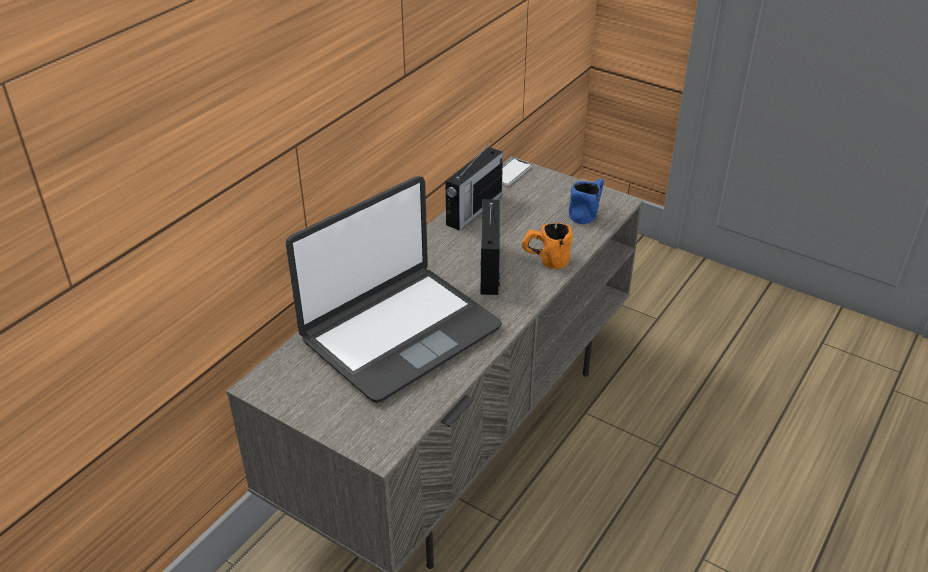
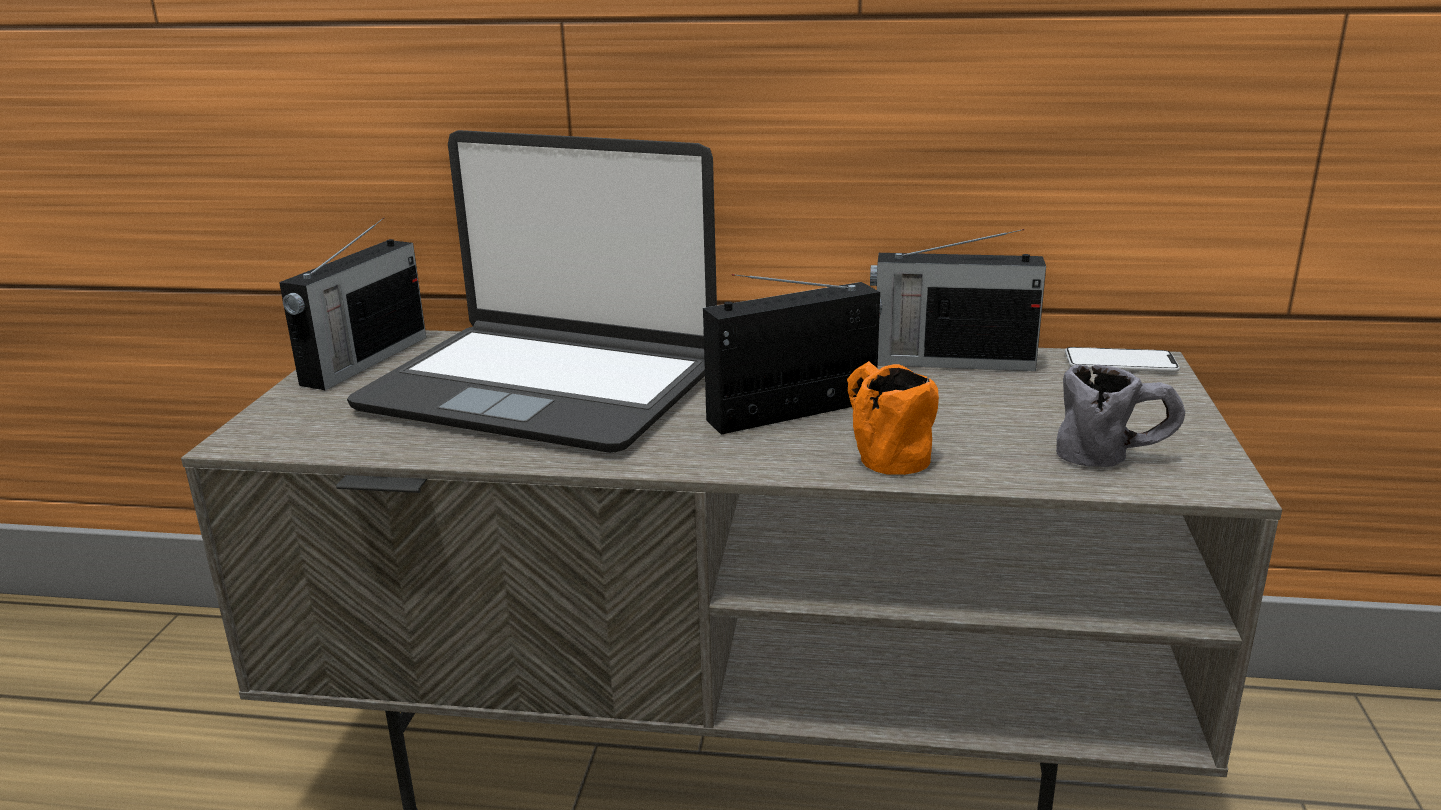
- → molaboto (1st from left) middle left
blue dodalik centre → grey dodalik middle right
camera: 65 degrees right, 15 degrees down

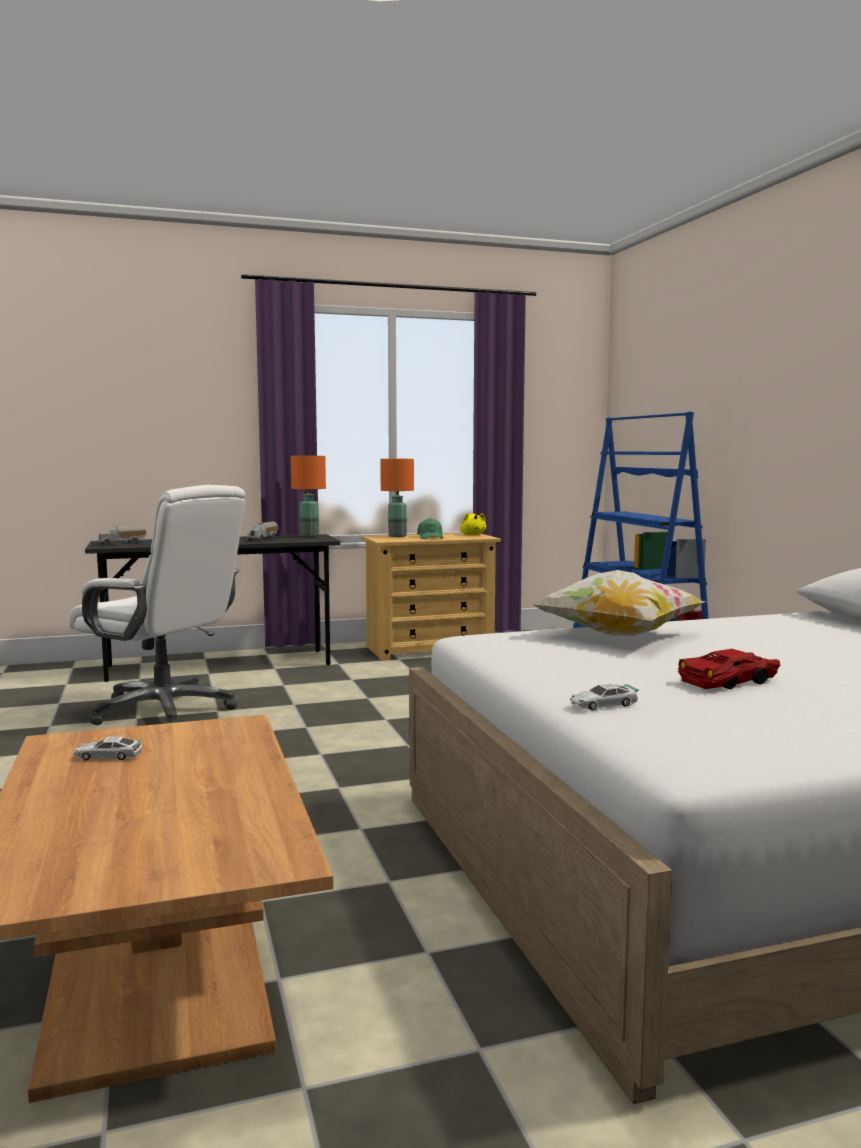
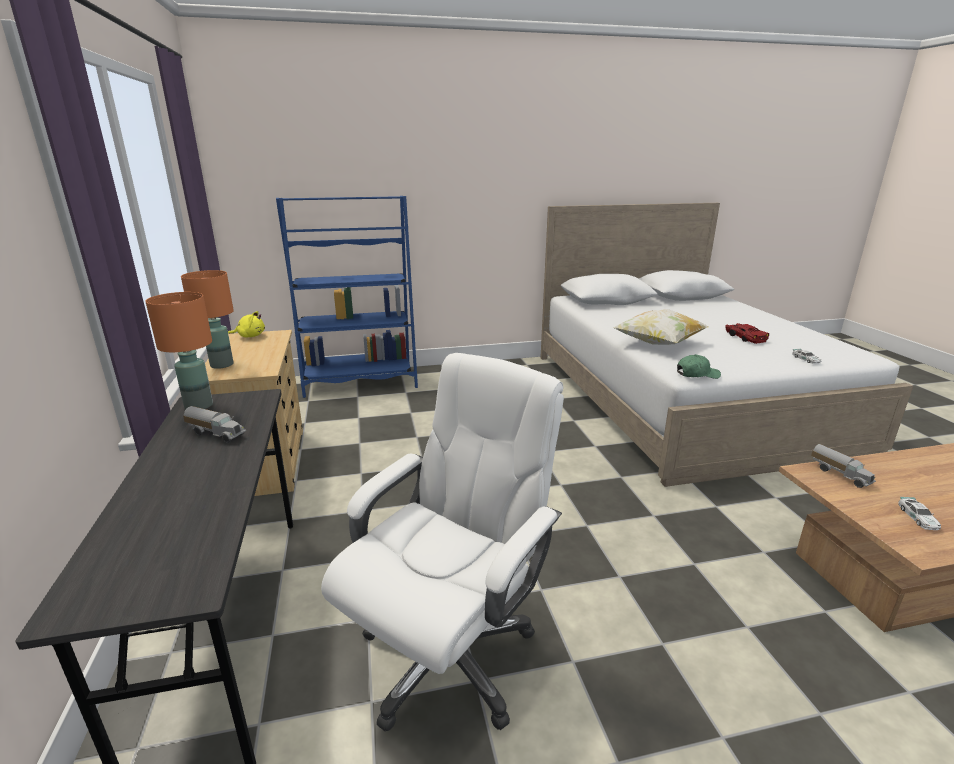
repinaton (1st from left in the first image) middle left → repinaton (2nd from left) middle right, move
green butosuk centre → green butosuk middle right, move
camera: 85 degrees left, 15 degrees up

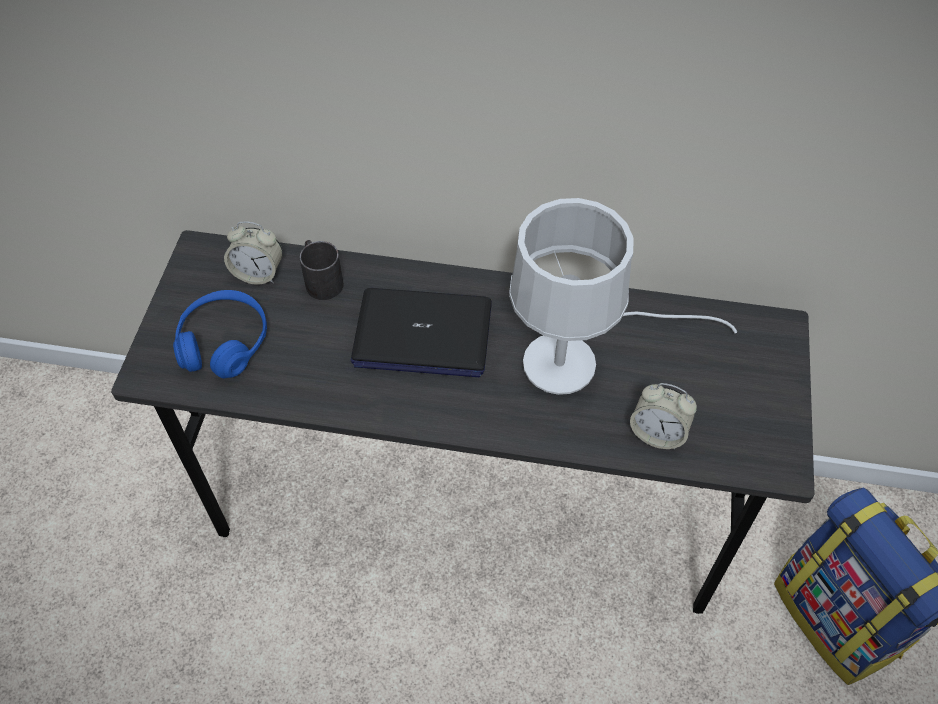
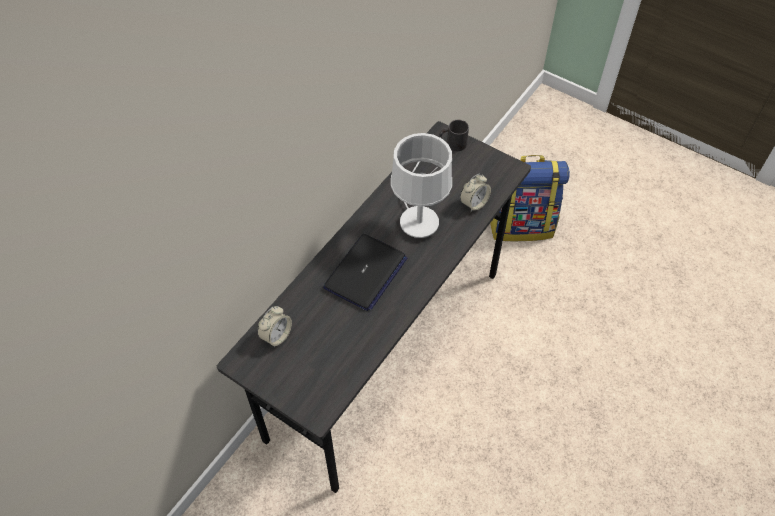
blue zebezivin middle left → -
black dodalik centre → black dodalik top centre, move
camera: 65 degrees left, 0 degrees up

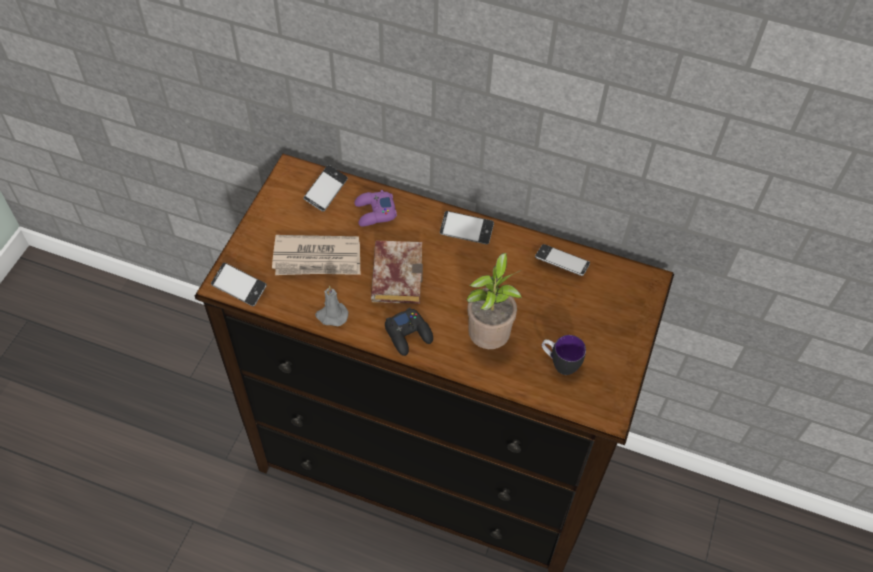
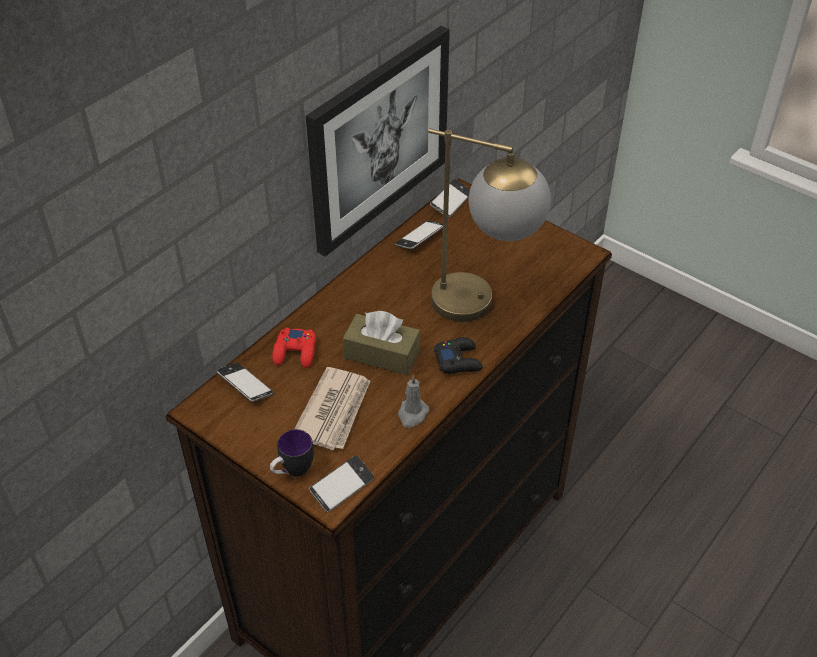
- → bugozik top centre
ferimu (3rd from left in the first image) centre → ferimu (4th from left) top centre, move
dodalik centre → dodalik bottom centre, move
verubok centre → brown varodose centre
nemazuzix centre → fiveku centre
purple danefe centre → red danefe centre
camera: 70 degrees left, 10 degrees down

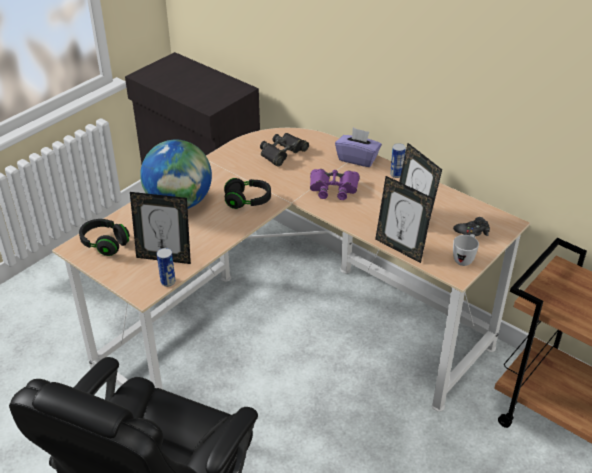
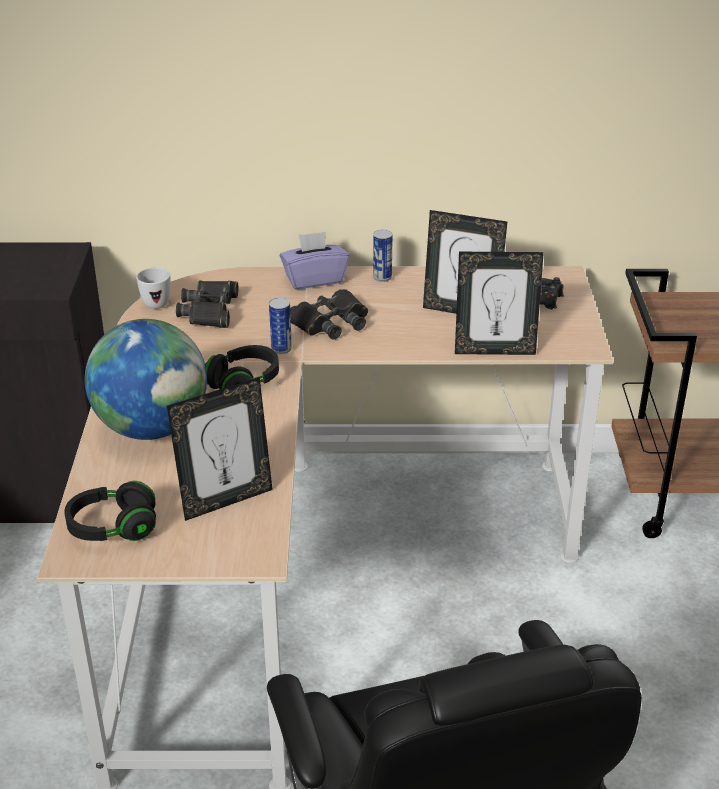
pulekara (1st from left) middle left → pulekara (1st from left) centre, move
white dodalik middle right → white dodalik middle left, move
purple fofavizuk centre → black fofavizuk (2nd from left) centre
camera: 40 degrees left, 5 degrees down

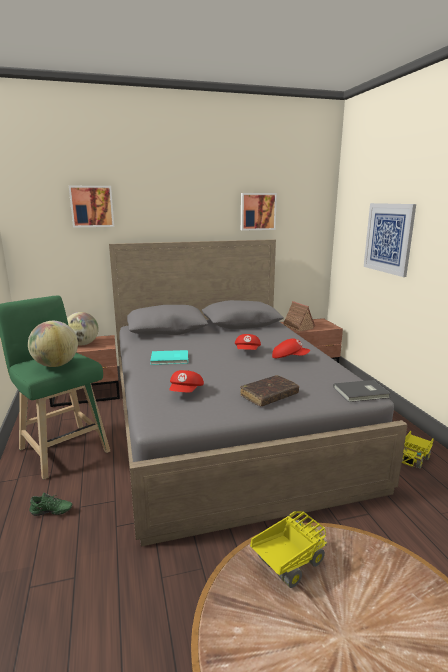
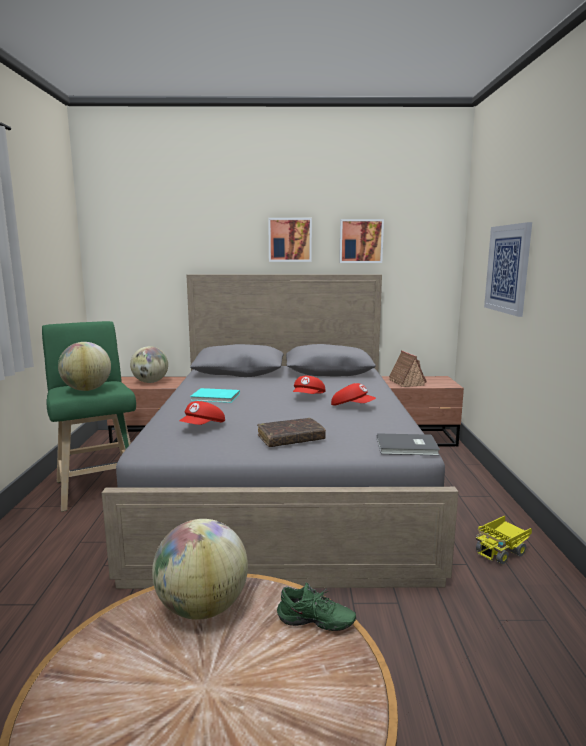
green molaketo bottom left → green molaketo bottom centre, move
bugozik (1st from left) top left → bugozik (1st from left) top centre, move
repinaton (1st from left) bottom centre → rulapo (3rd from left) bottom centre
camera: 15 degrees right, 5 degrees down

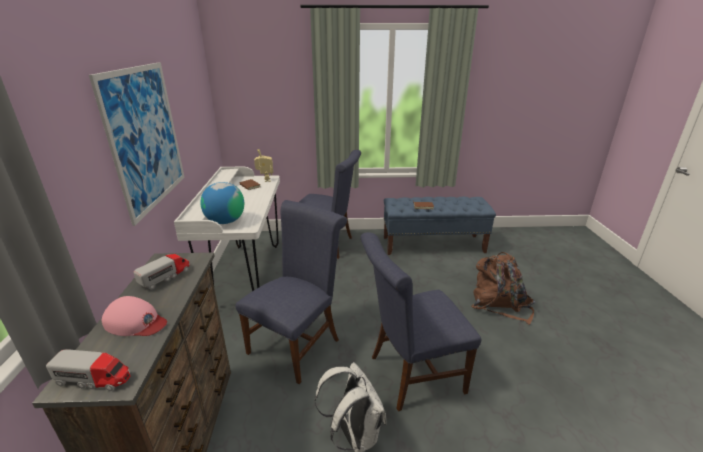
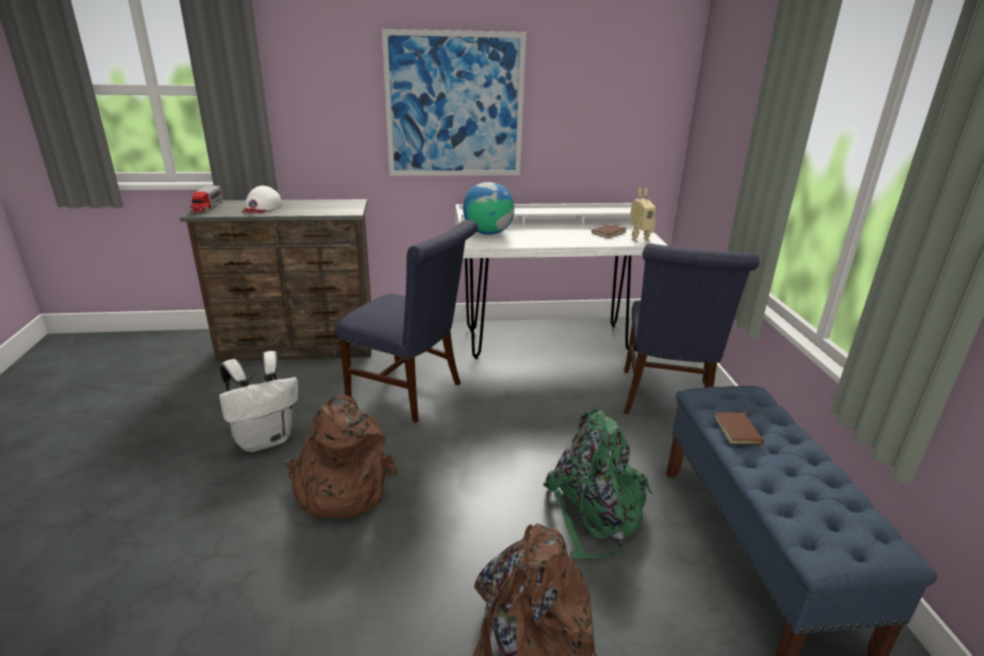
repinaton (2nd from left) middle left → -
- → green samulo bottom centre
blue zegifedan (3rd from left) bottom centre → brown samulo (1st from left) bottom centre
pink butosuk bottom left → white butosuk top left
camera: 85 degrees right, 0 degrees up

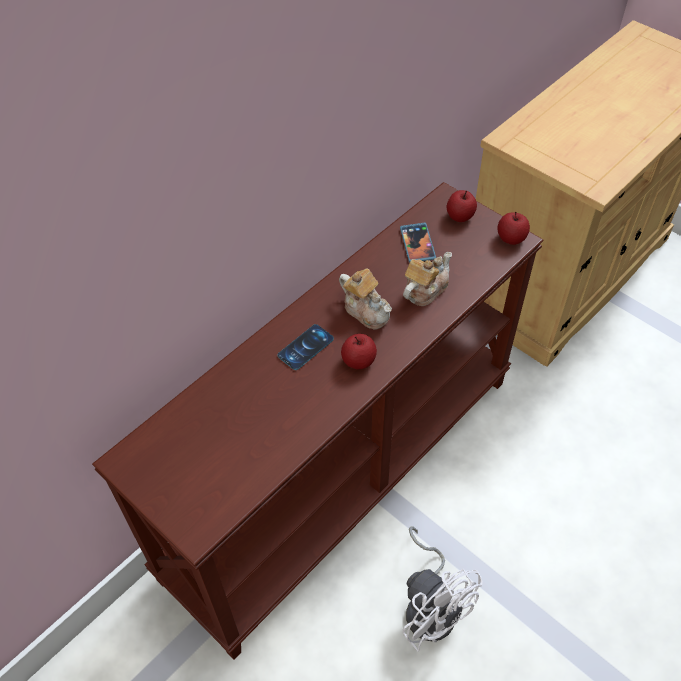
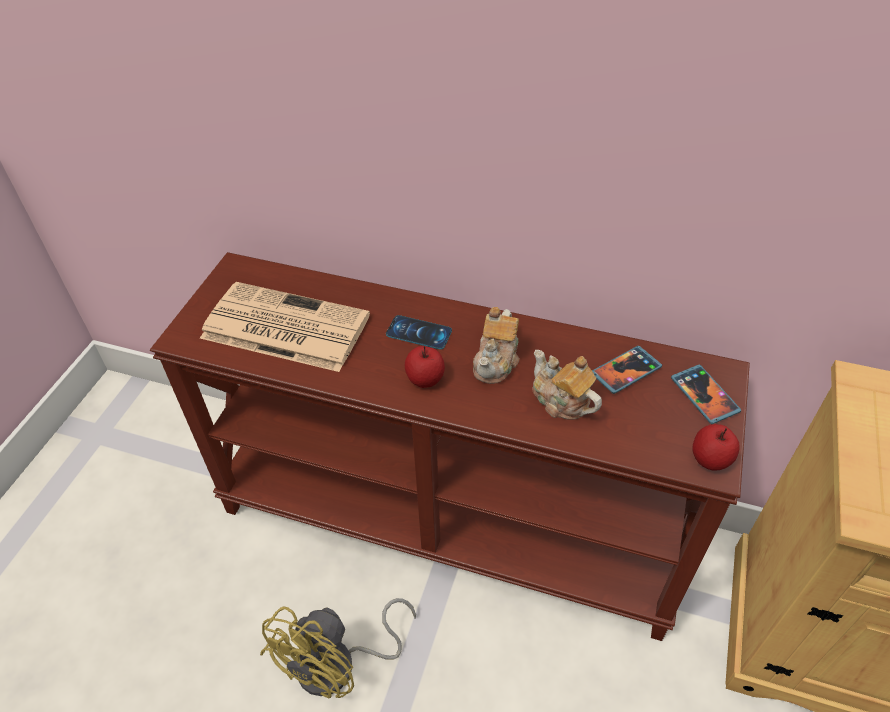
- → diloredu middle left
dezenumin (2nd from left) top right → ferimu (3rd from left) middle right
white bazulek bottom centre → yellow bazulek bottom centre
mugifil (2nd from left) centre, 150 degrees counterclockwise
camera: 65 degrees right, 5 degrees down

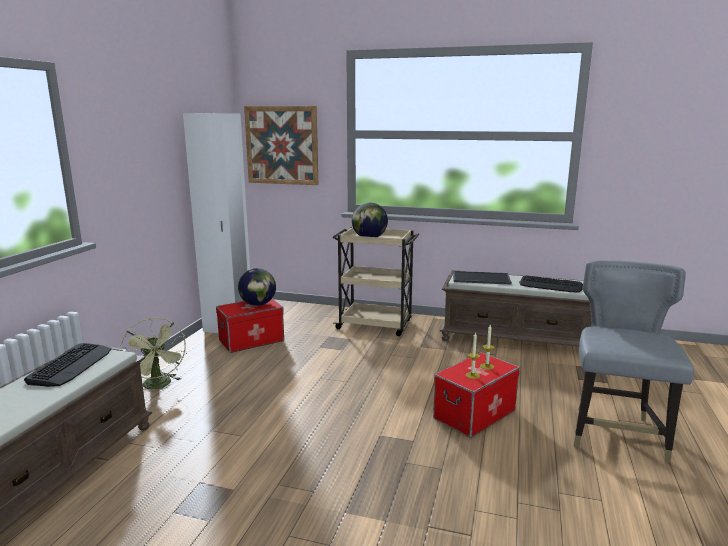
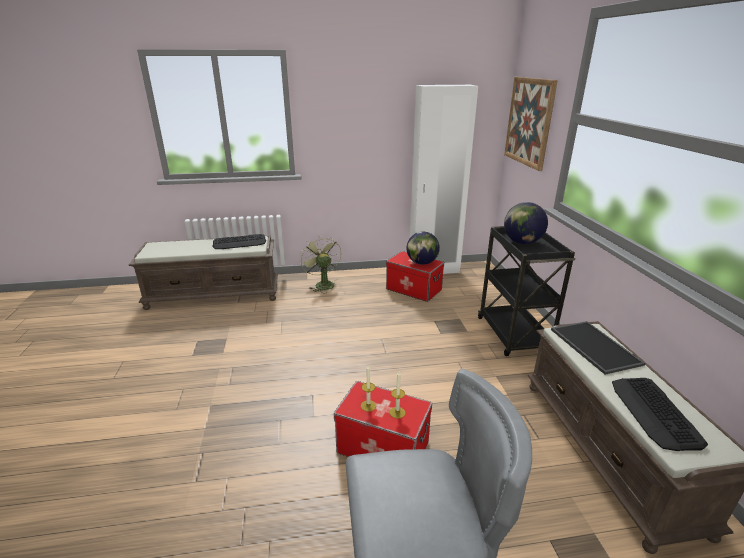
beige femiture centre → black femiture middle right
green bazulek middle left → green bazulek centre, 120 degrees clockwise
camera: 65 degrees right, 10 degrees up

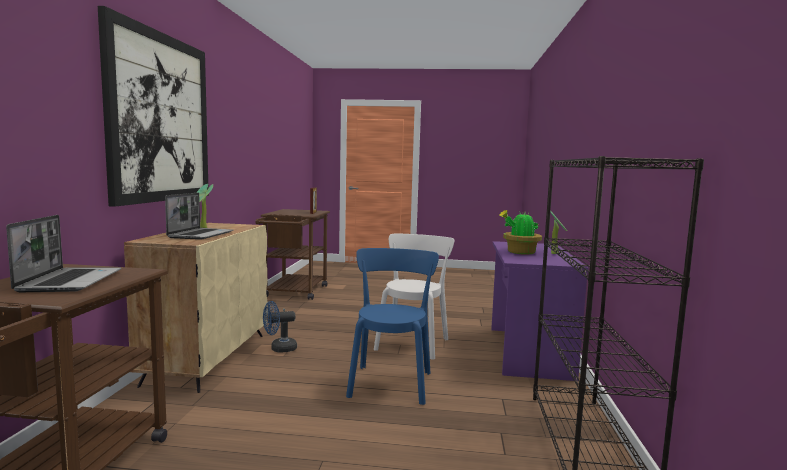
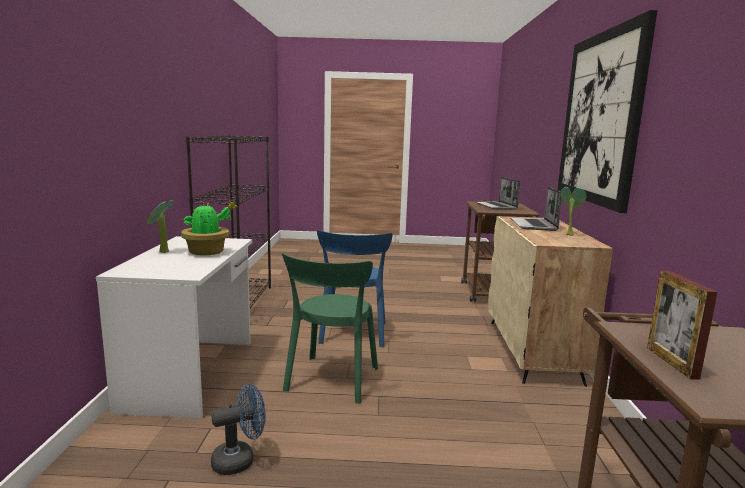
blue bazulek bottom centre → blue bazulek bottom left, move
white zegifedan centre → green zegifedan bottom centre
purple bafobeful middle right → white bafobeful bottom left
camera: 175 degrees right, 5 degrees up

